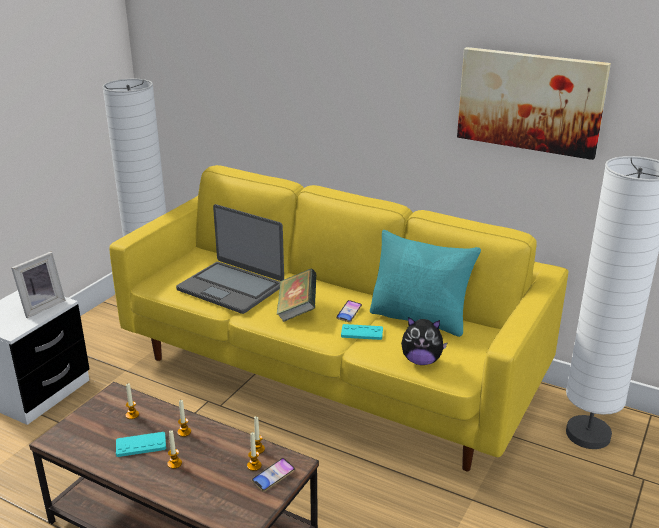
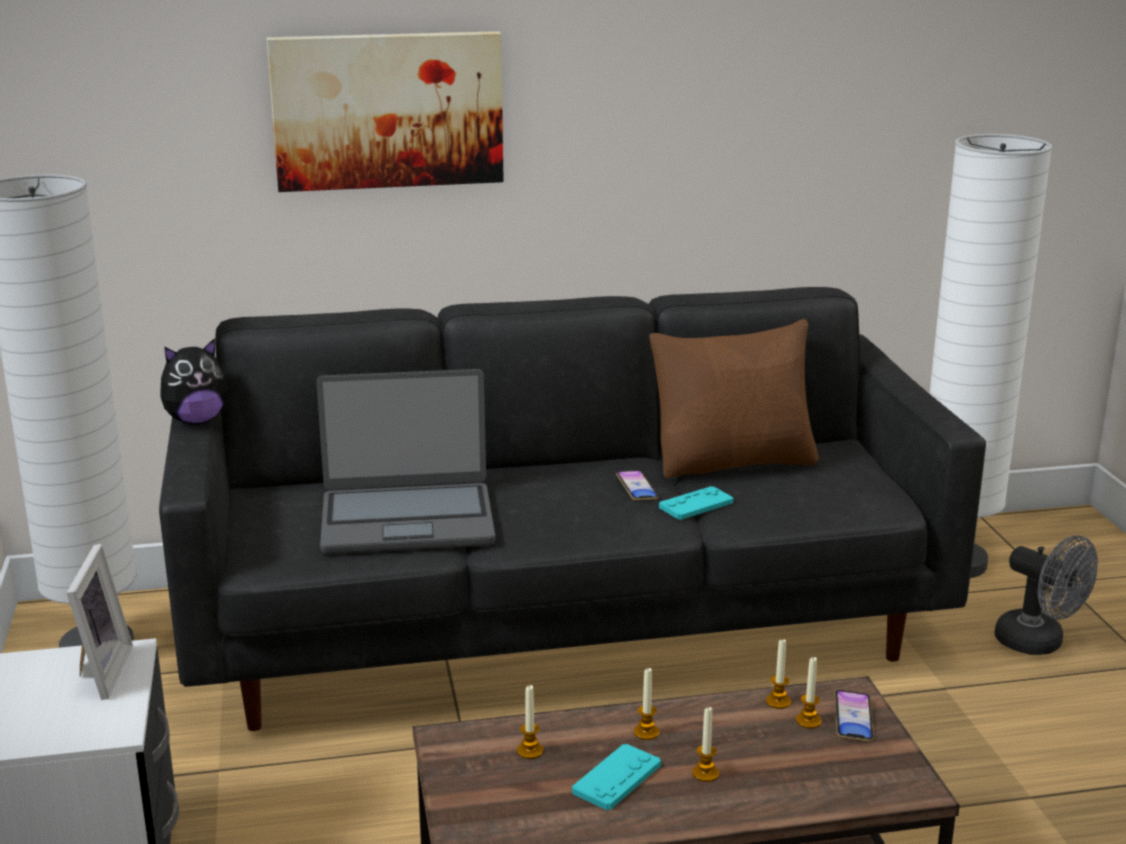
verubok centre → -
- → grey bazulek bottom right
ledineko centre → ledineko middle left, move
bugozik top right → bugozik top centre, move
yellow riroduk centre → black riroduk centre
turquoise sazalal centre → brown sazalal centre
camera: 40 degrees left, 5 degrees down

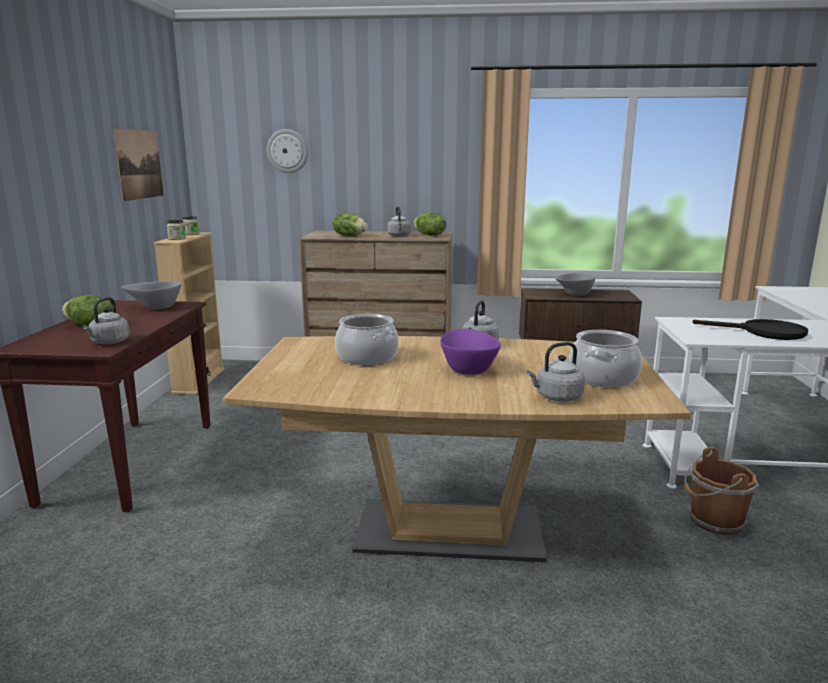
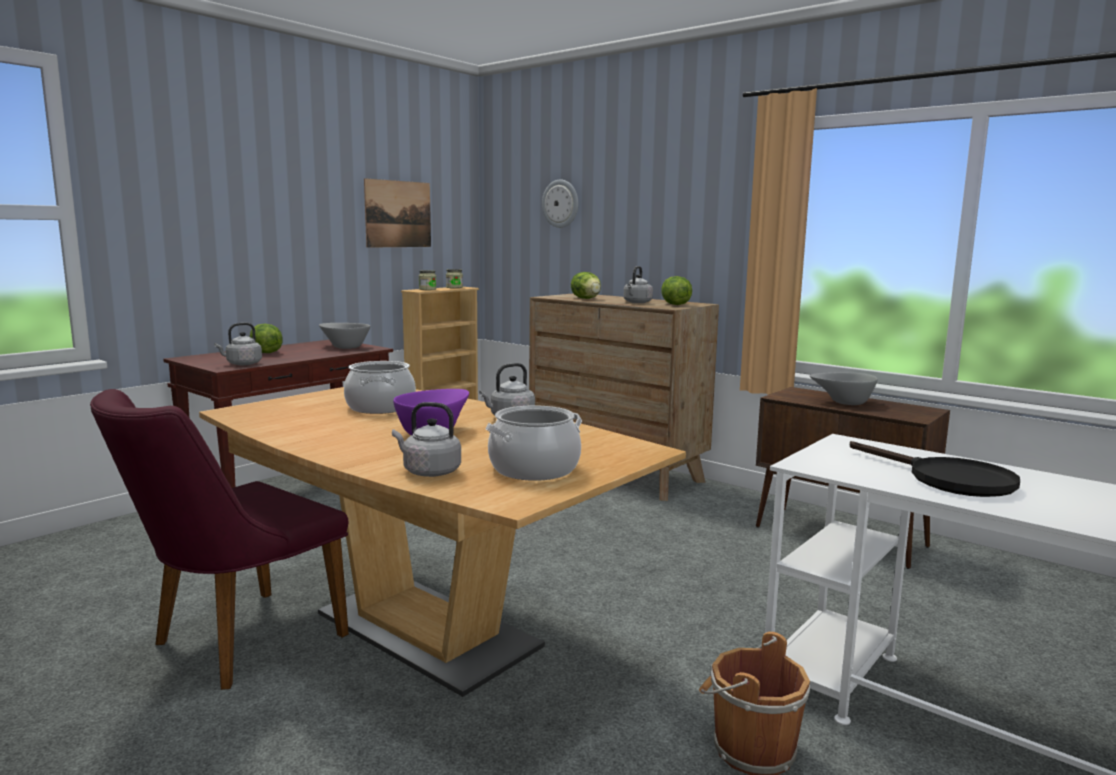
- → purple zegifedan bottom left
camera: 35 degrees right, 5 degrees down

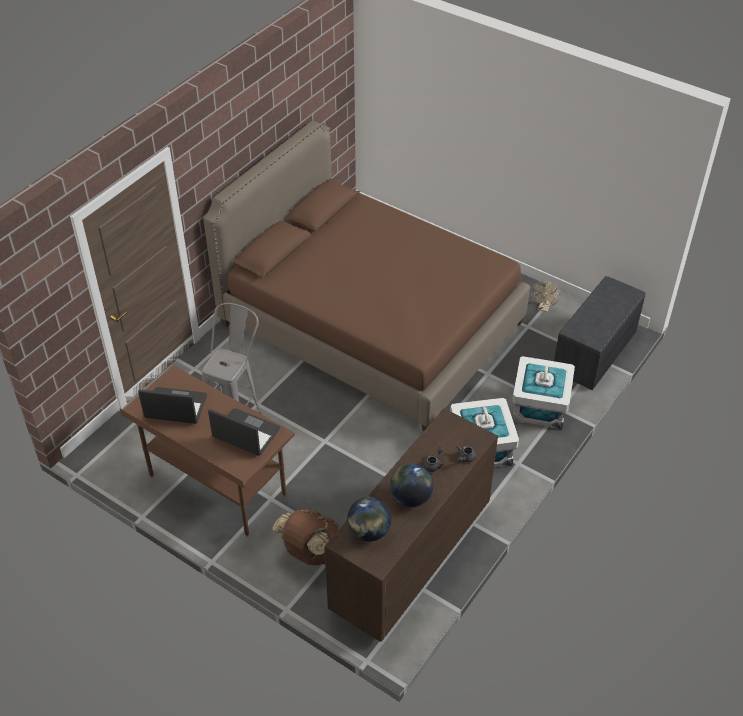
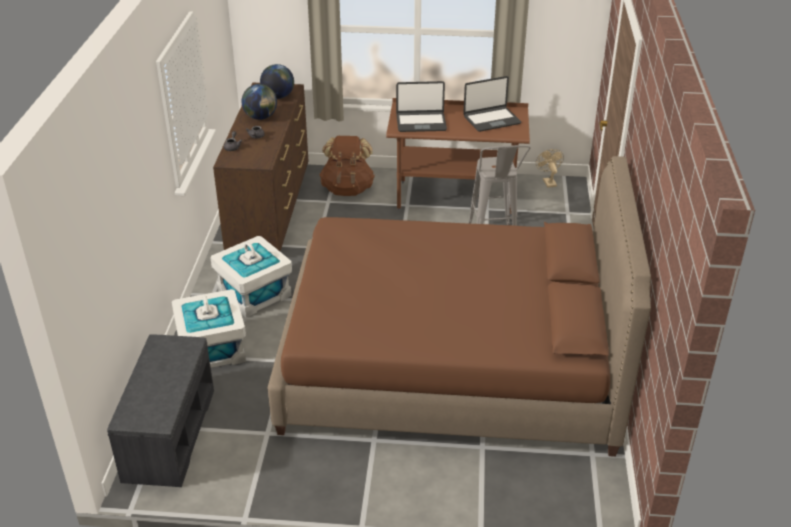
beige bazulek middle right → beige bazulek top right, move
camera: 150 degrees right, 10 degrees down

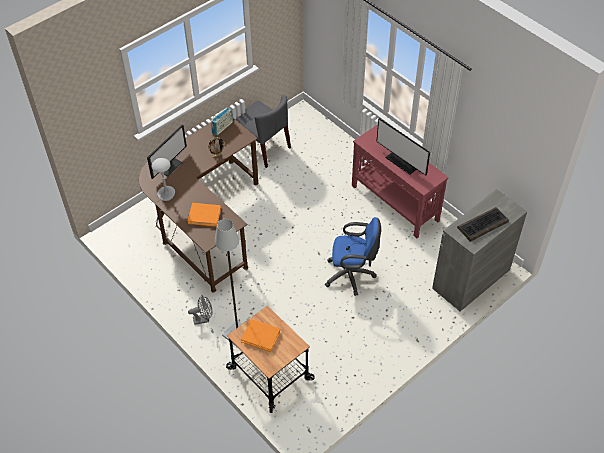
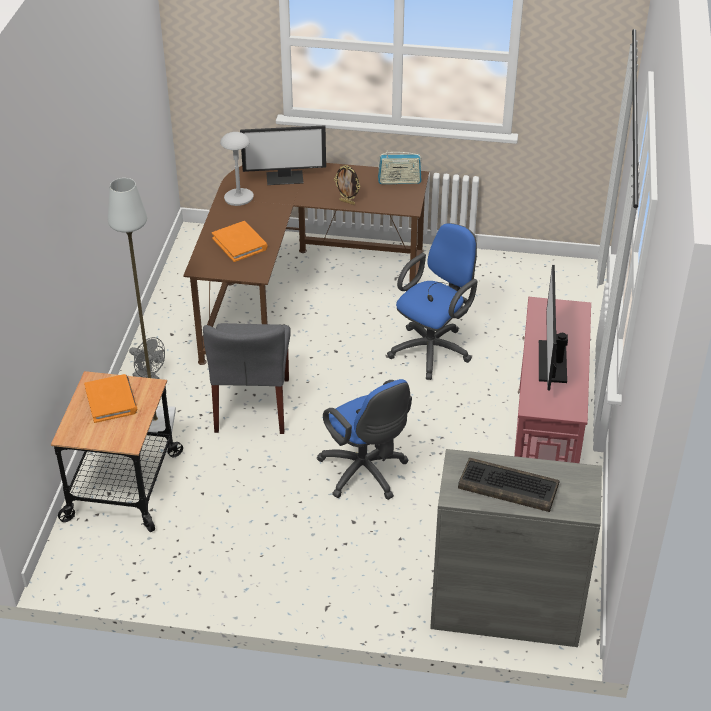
- → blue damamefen (2nd from left) centre
grey zegifedan top centre → grey zegifedan centre, move
camera: 50 degrees right, 10 degrees down

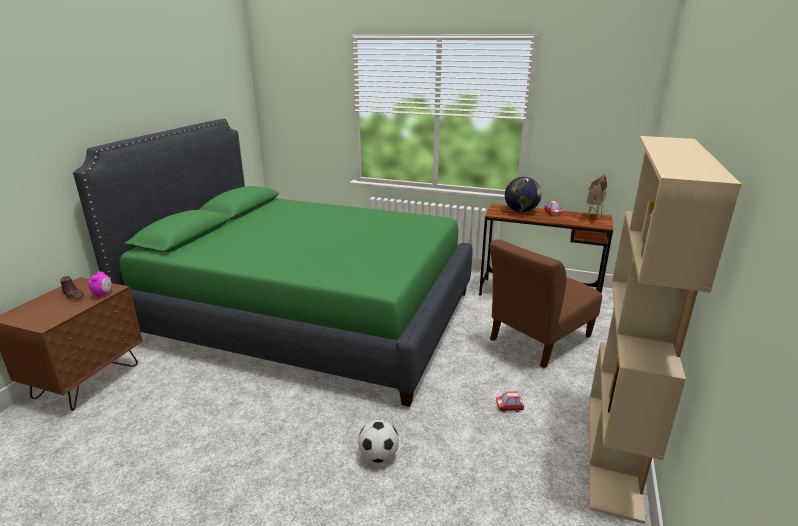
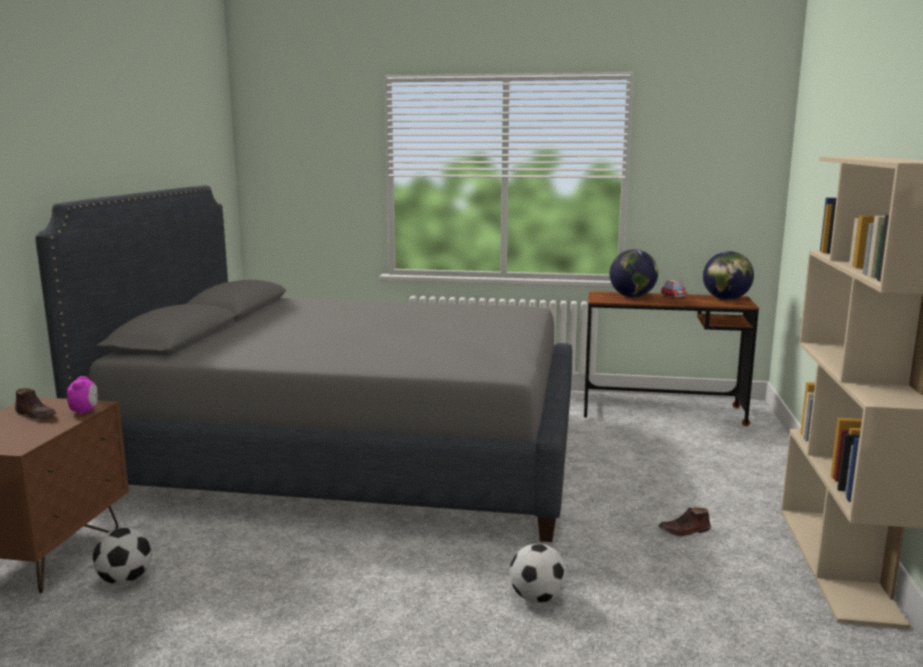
brown zegifedan middle right → -
- → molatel (1st from left) bottom left
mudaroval (1st from left) bottom centre → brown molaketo (2nd from left) bottom right
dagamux middle right → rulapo (2nd from left) middle right
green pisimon centre → grey pisimon middle left
camera: 10 degrees left, 10 degrees down

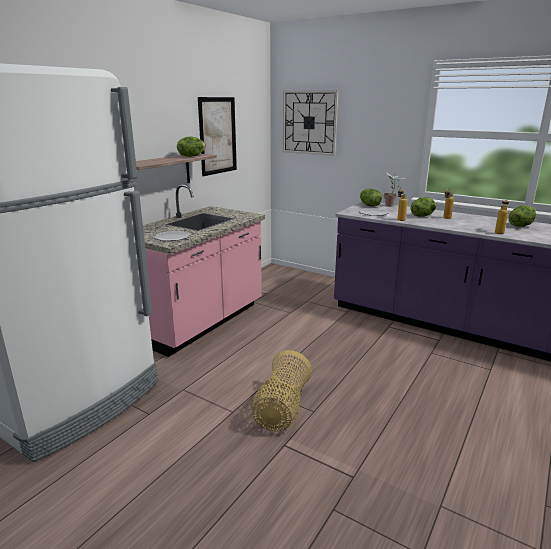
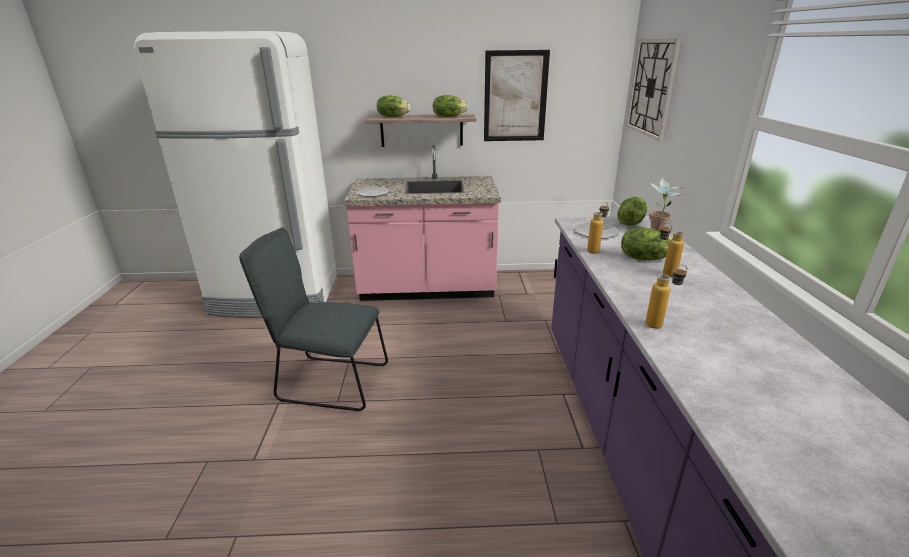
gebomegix (4th from left in the first image) middle right → gebomegix (1st from left) top centre, move
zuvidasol bottom centre → grey zegifedan centre
camera: 55 degrees right, 5 degrees up

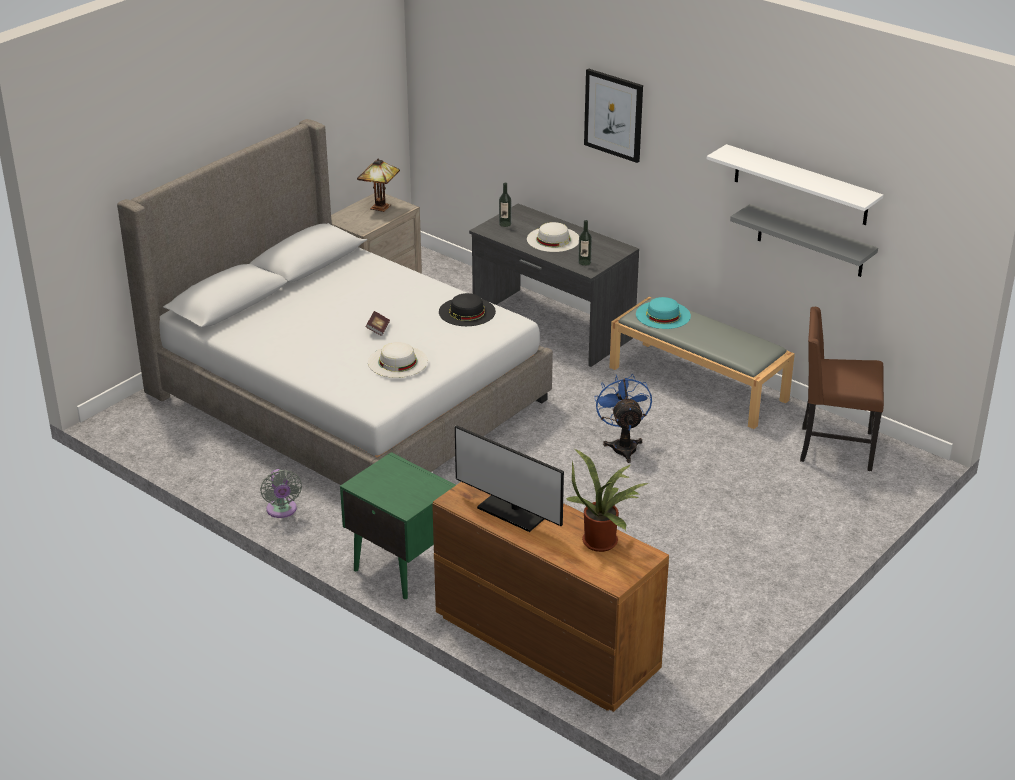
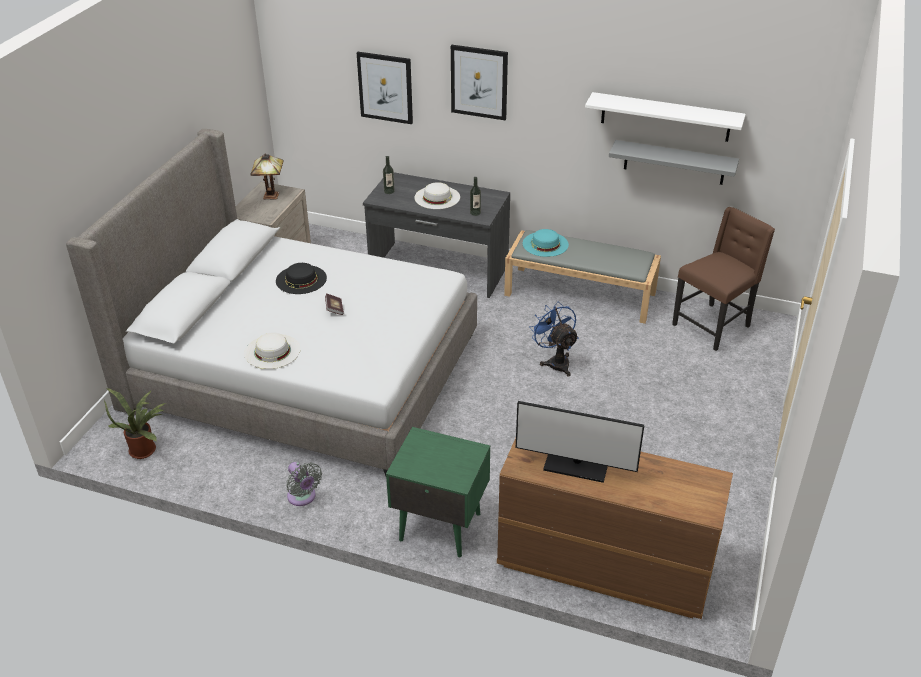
- → bugozik (1st from left) top centre
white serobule (1st from left) centre → white serobule (1st from left) middle left, move
black serobule centre → black serobule middle left, move
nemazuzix centre → nemazuzix middle left, move
brown zegifedan middle right, 150 degrees clockwise
camera: 20 degrees left, 5 degrees up

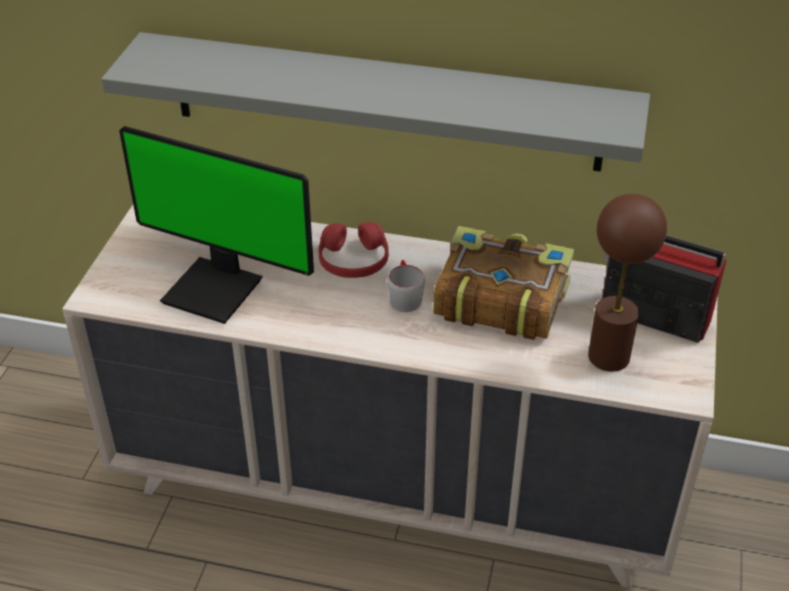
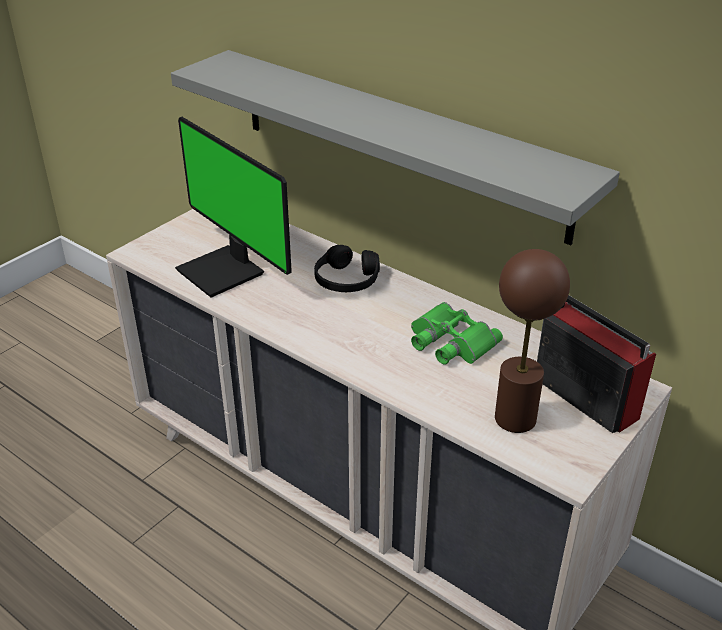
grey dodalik centre → -
verubok centre → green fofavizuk centre
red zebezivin centre → black zebezivin centre
camera: 25 degrees right, 5 degrees down

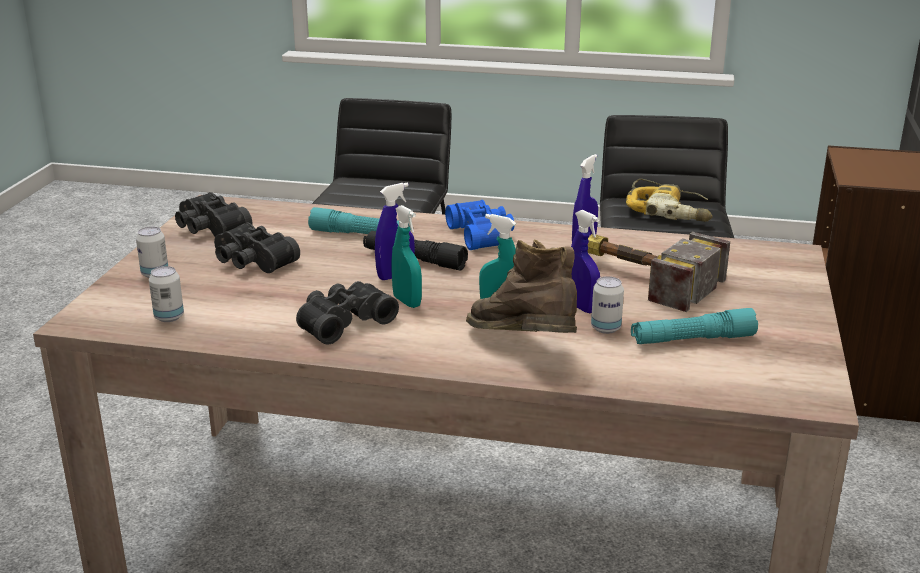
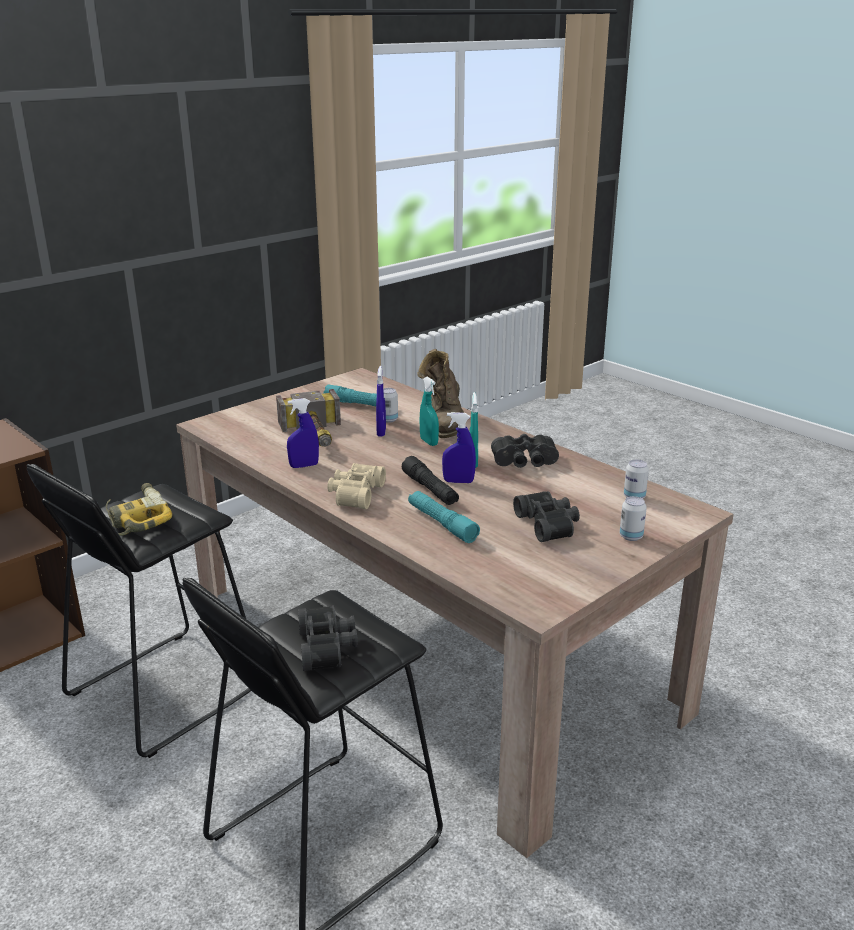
black fofavizuk (1st from left) middle left → black fofavizuk (1st from left) bottom centre, move
blue fofavizuk centre → beige fofavizuk centre
camera: 145 degrees left, 0 degrees up

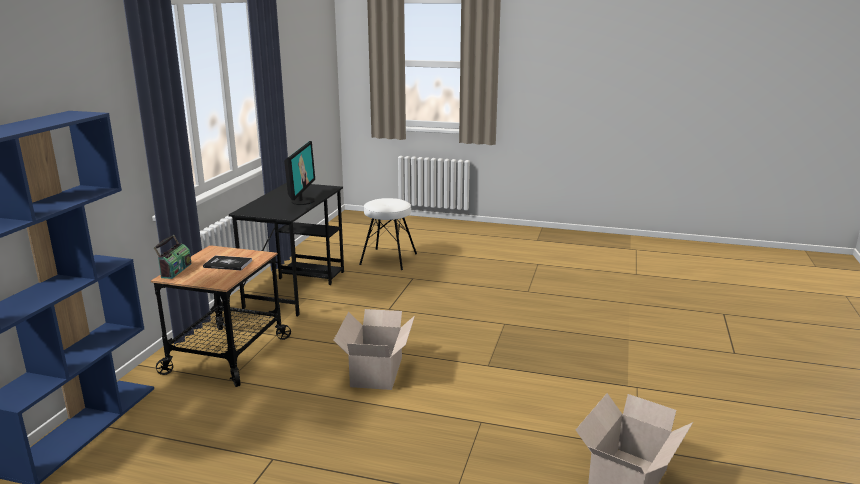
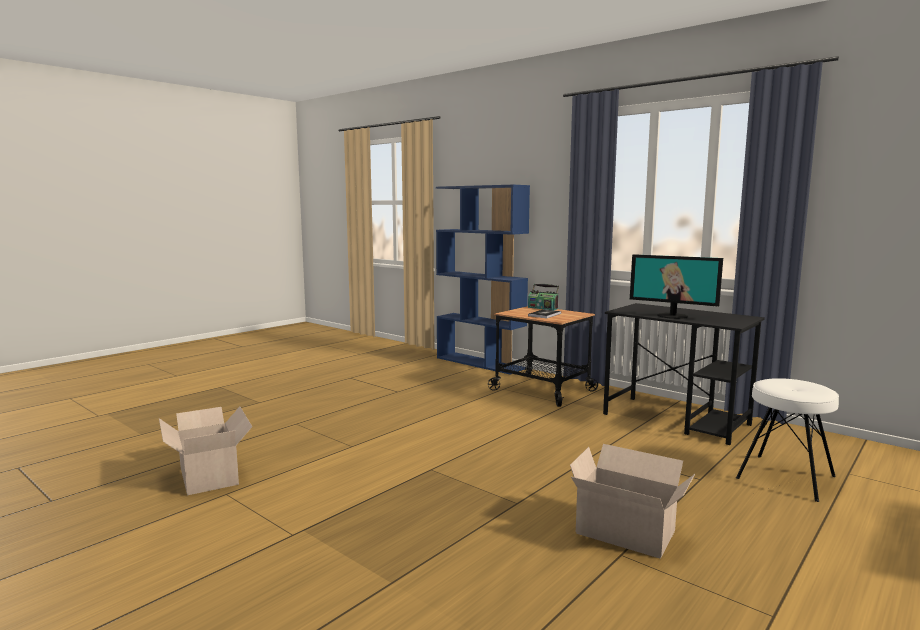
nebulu (1st from left in the first image) bottom centre → nebulu (2nd from left) bottom right, move
camera: 115 degrees right, 10 degrees down

